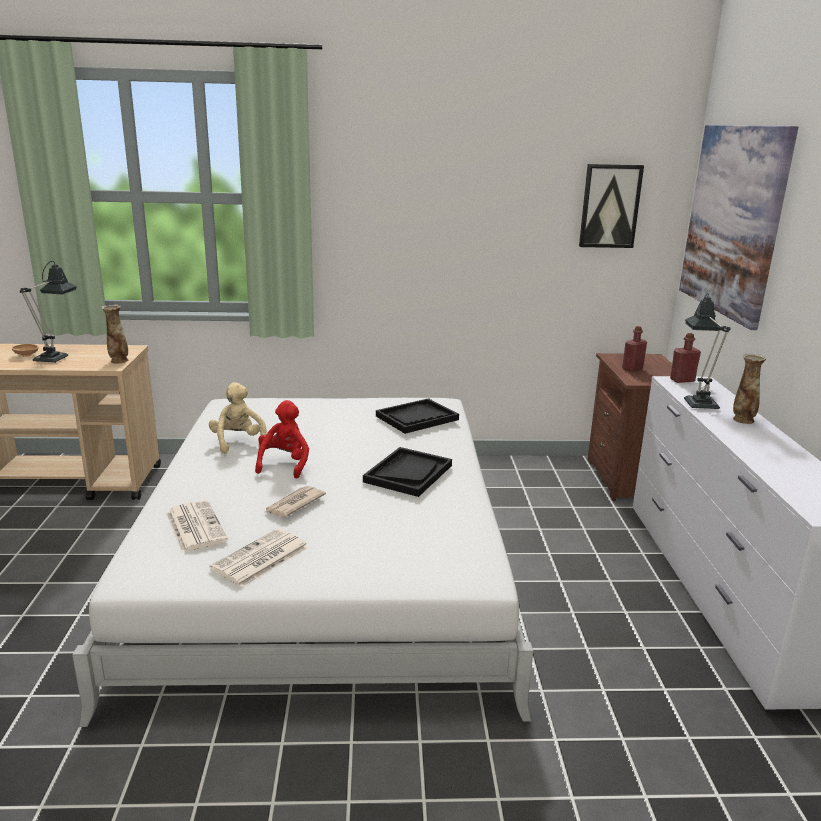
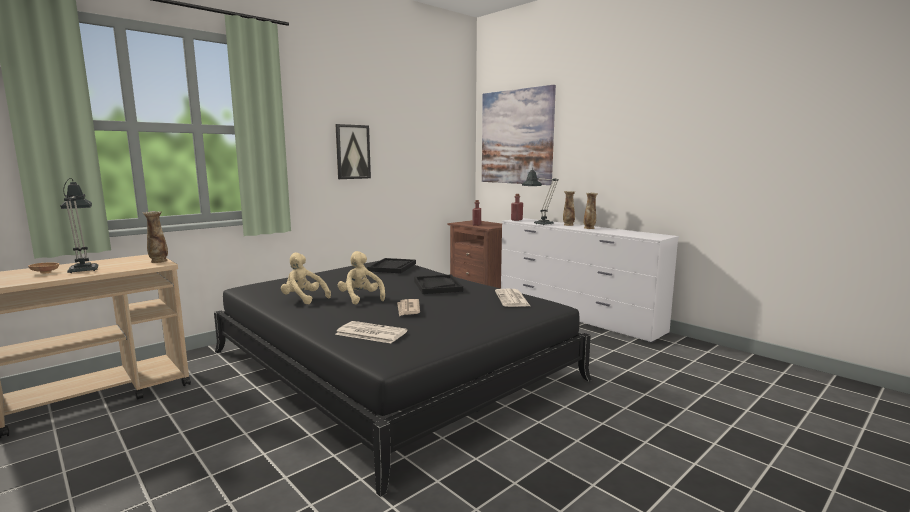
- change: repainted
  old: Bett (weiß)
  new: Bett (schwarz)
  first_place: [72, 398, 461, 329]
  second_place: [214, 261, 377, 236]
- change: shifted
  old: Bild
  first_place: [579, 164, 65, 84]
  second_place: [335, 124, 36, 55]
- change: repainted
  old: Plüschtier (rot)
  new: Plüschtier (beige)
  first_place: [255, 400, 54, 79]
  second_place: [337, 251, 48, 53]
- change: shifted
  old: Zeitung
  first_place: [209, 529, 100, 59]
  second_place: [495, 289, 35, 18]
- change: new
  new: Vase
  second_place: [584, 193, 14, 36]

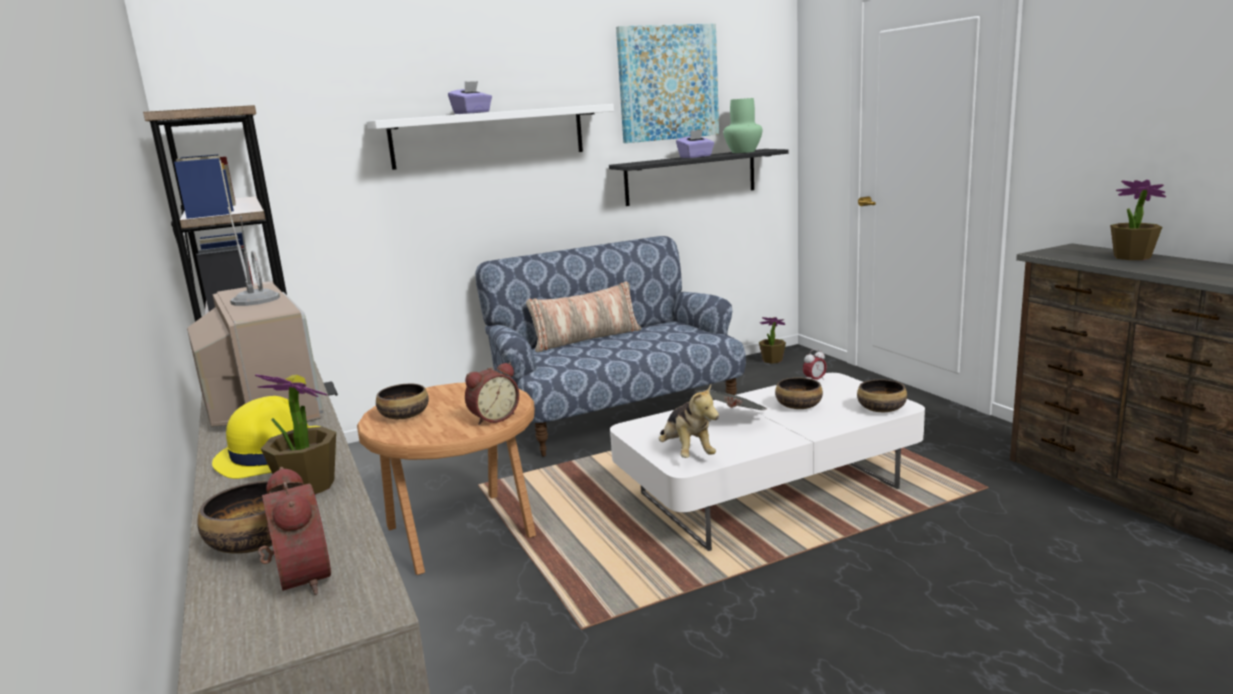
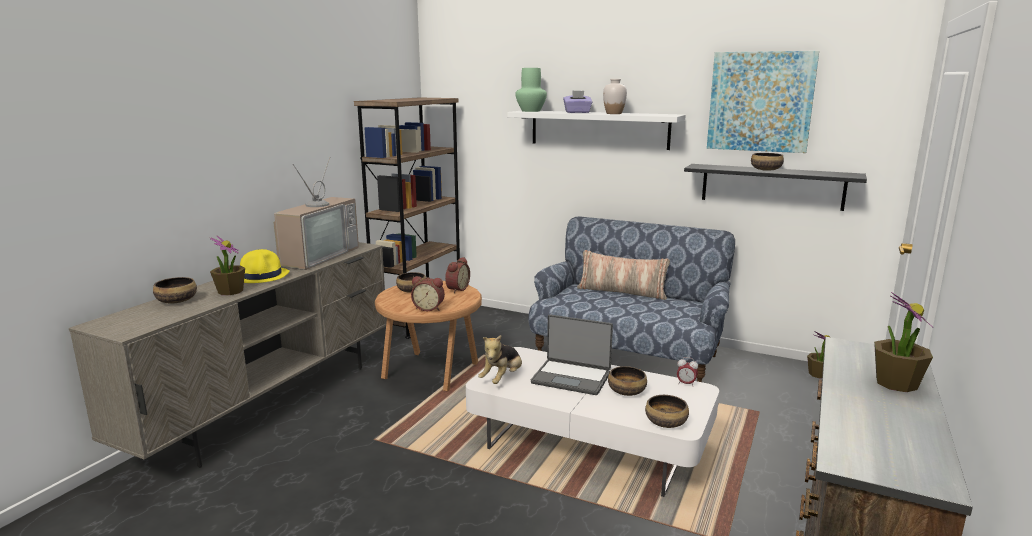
- change: shifted
  old: Wecker
  first_place: [258, 467, 73, 128]
  second_place: [445, 257, 25, 36]
- change: shifted
  old: Vase (grün)
  first_place: [723, 98, 39, 55]
  second_place: [515, 68, 32, 44]
- change: swapped
  old: Zeitung
  new: Laptop
  first_place: [696, 390, 71, 20]
  second_place: [531, 315, 82, 80]
- change: new
  new: Vase (weiß)
  second_place: [603, 79, 24, 35]
- change: swapped
  old: Taschentuchbox (lila)
  new: Schüssel
  first_place: [676, 130, 38, 28]
  second_place: [751, 153, 33, 18]

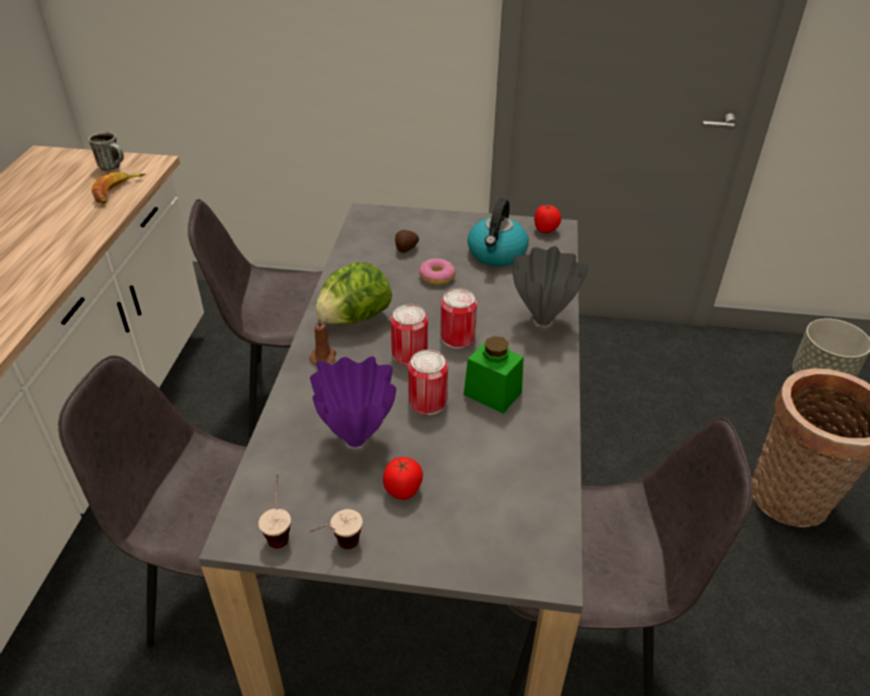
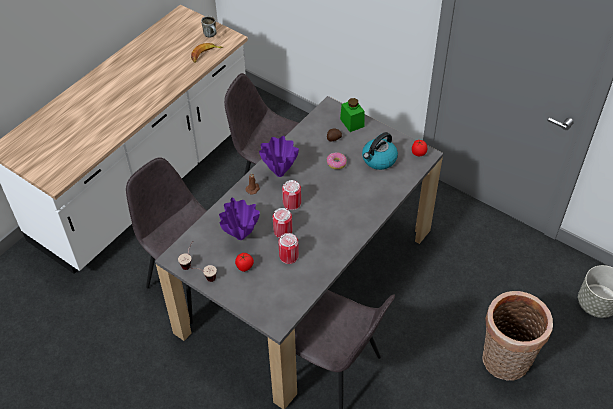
- change: swapped
  old: Salatkopf
  new: Vase (lila)
  first_place: [316, 262, 76, 63]
  second_place: [259, 136, 40, 41]
- change: shifted
  old: Dose
  first_place: [440, 289, 37, 60]
  second_place: [278, 233, 21, 31]
- change: shifted
  old: Vorratsglas (grün)
  first_place: [464, 336, 60, 78]
  second_place: [340, 98, 24, 34]
- change: gone
  old: Vase (grau)
  first_place: [512, 246, 77, 80]

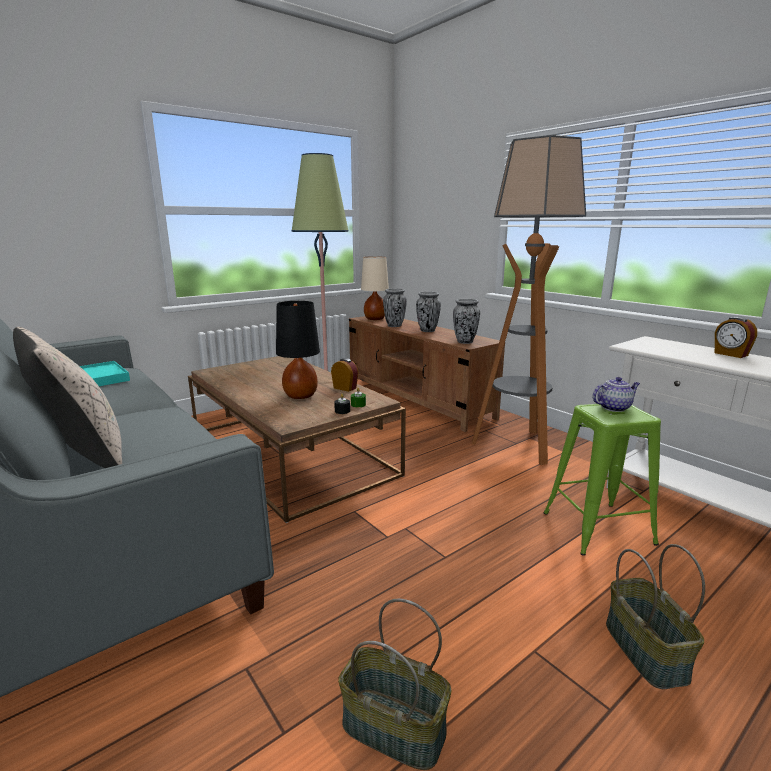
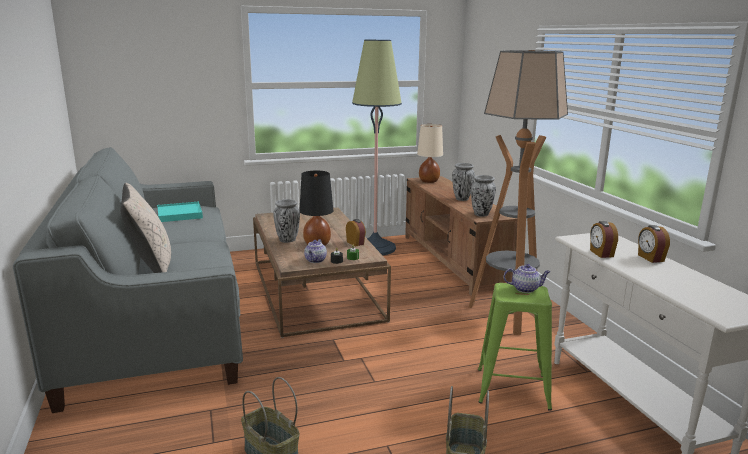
- change: shifted
  old: Vase
  first_place: [383, 288, 24, 39]
  second_place: [273, 199, 27, 44]
- change: new
  new: Teekanne
  second_place: [304, 239, 23, 24]
- change: new
  new: Wecker
  second_place: [590, 221, 28, 37]

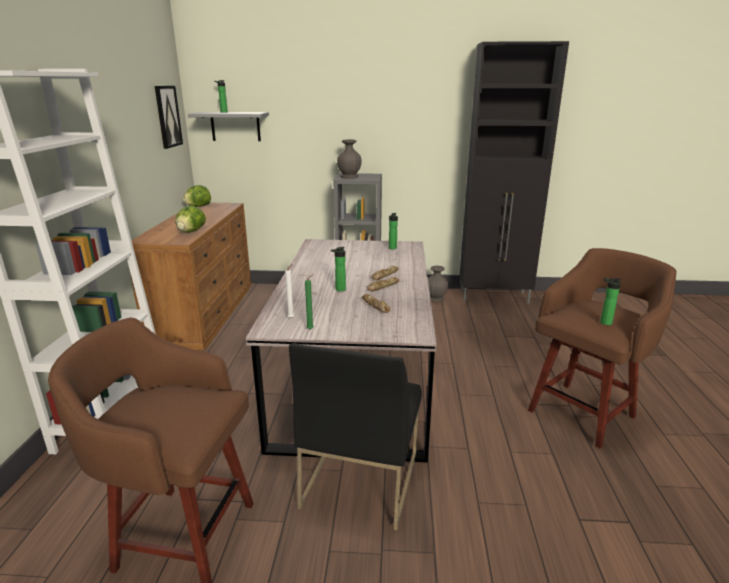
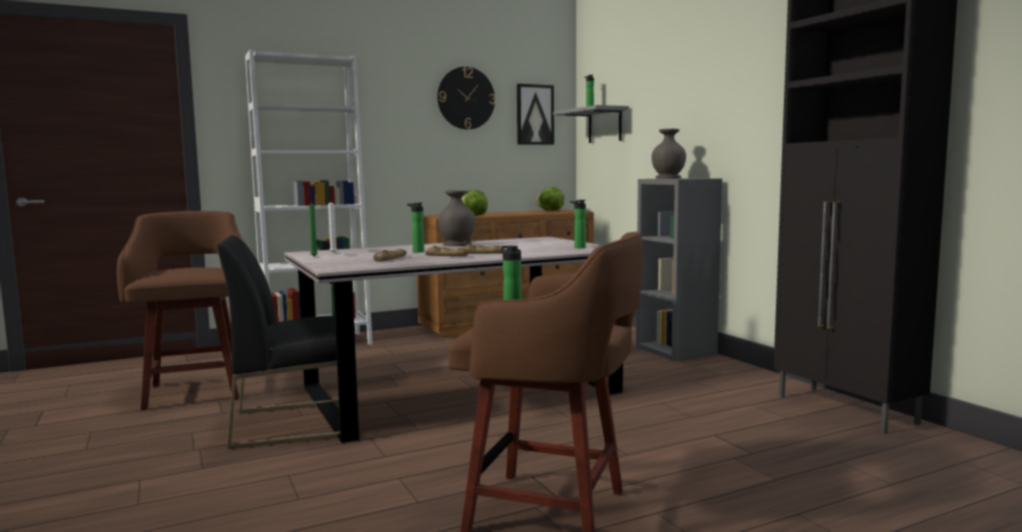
- change: new
  new: Wanduhr
  second_place: [437, 67, 58, 62]
- change: shifted
  old: Vase (grau)
  first_place: [428, 266, 20, 36]
  second_place: [438, 190, 38, 56]

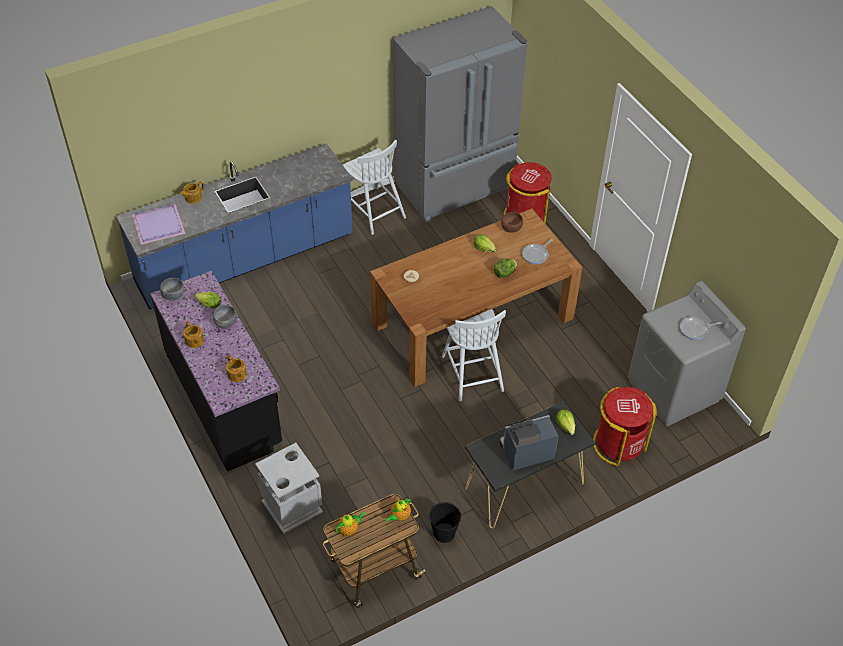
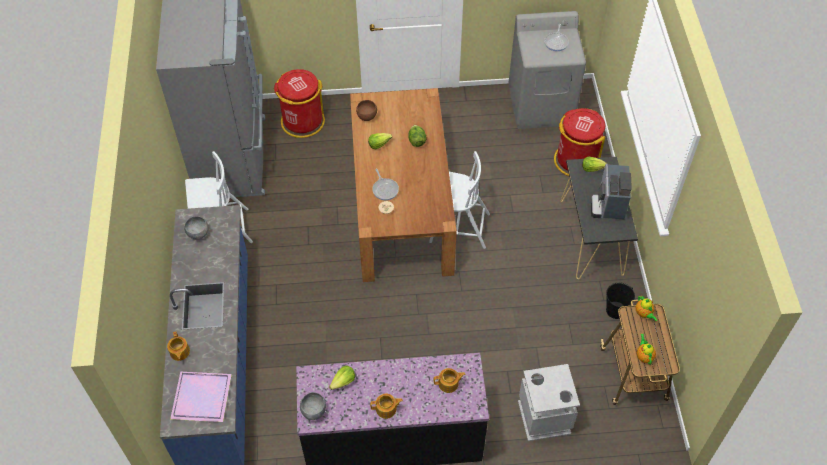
- change: shifted
  old: Schüssel (grau)
  first_place: [213, 305, 24, 24]
  second_place: [184, 216, 25, 24]
- change: shifted
  old: Pfanne
  first_place: [522, 239, 31, 25]
  second_place: [372, 169, 27, 31]

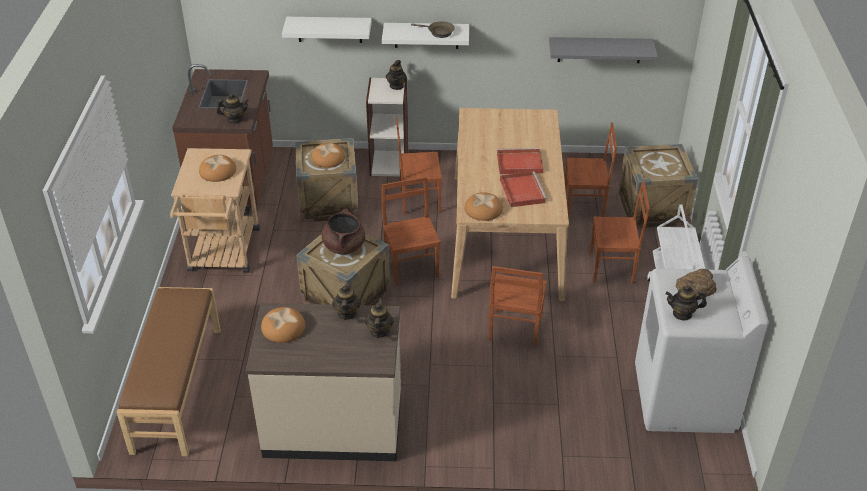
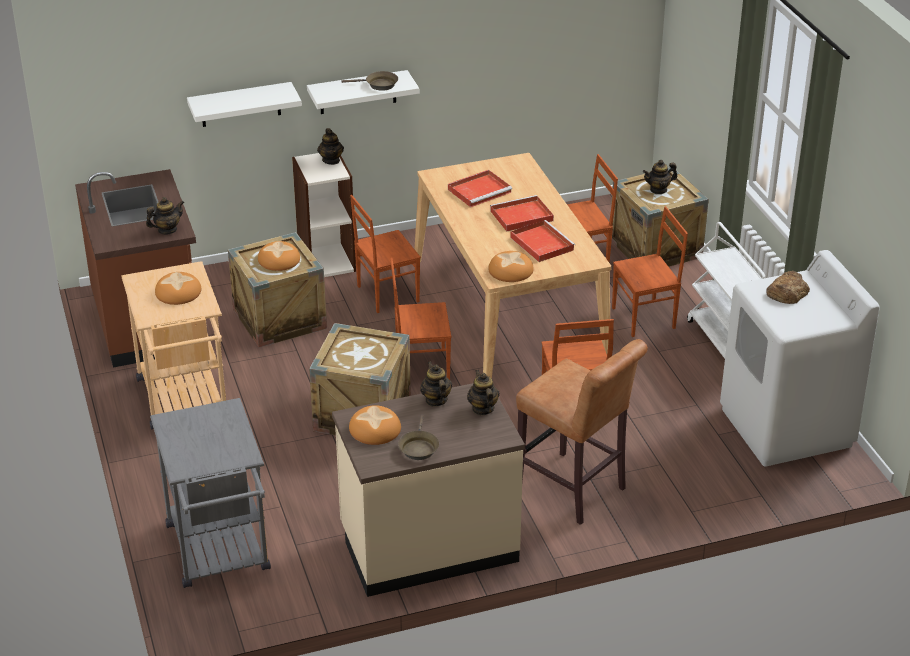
- change: swapped
  old: Bank (braun)
  new: Rollwagen (grau)
  first_place: [117, 287, 104, 169]
  second_place: [150, 398, 121, 190]
- change: rotated
  old: Stuhl (braun)
  first_place: [382, 177, 59, 109]
  second_place: [390, 258, 61, 122]
  degrees: -60
- change: new
  new: Pfanne (braun)
  second_place: [398, 415, 41, 45]
- change: new
  new: Tablett (rot)
  second_place: [448, 170, 64, 37]
- change: new
  new: Hocker (braun)
  second_place: [516, 339, 132, 186]
- change: shifted
  old: Teekanne
  first_place: [666, 285, 41, 35]
  second_place: [643, 160, 34, 34]
- change: gone
  old: Kochtopf (braun)
  first_place: [321, 208, 44, 46]
- change: gone
  old: Wandregal (grau)
  first_place: [549, 37, 109, 26]

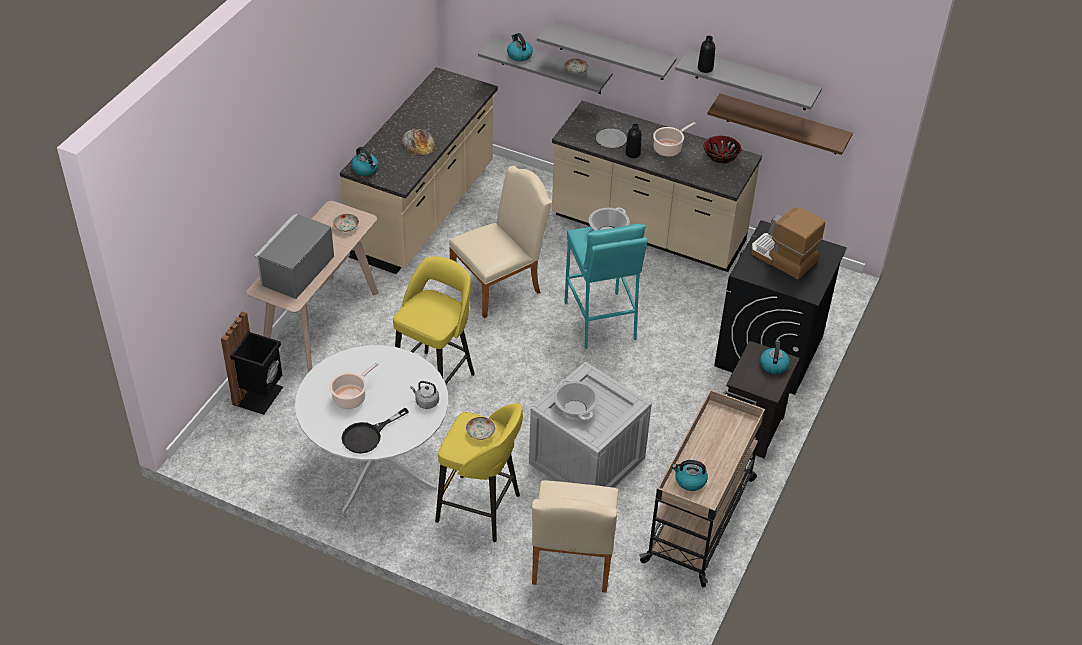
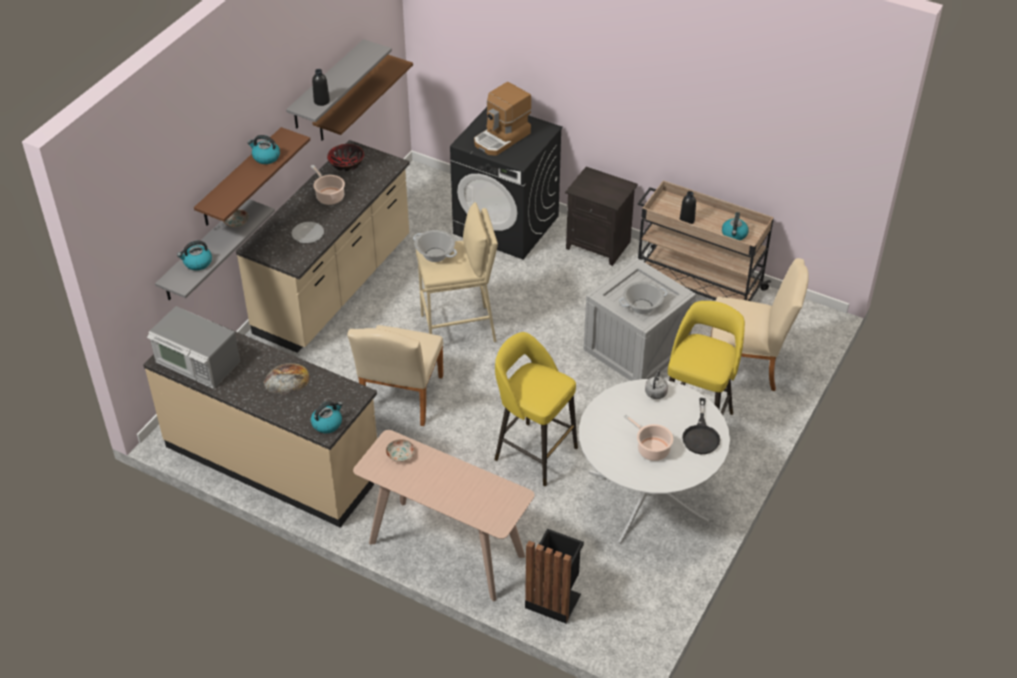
- change: shifted
  old: Mikrowelle
  first_place: [254, 214, 80, 85]
  second_place: [147, 306, 93, 83]
- change: repainted
  old: Wandregal (grau)
  new: Wandregal (braun)
  first_place: [537, 21, 139, 59]
  second_place: [194, 127, 116, 99]
- change: shifted
  old: Wasserkessel
  first_place: [760, 340, 30, 34]
  second_place: [247, 135, 33, 29]
- change: rotated
  old: Stuhl (beige)
  first_place: [449, 166, 103, 152]
  second_place: [347, 325, 97, 101]
  degrees: -135
- change: repainted
  old: Hocker (türkis)
  new: Hocker (beige)
  first_place: [564, 224, 84, 125]
  second_place: [416, 202, 82, 140]
- change: shifted
  old: Flasche (schwarz)
  first_place: [625, 123, 17, 35]
  second_place: [680, 191, 16, 33]
- change: rotated
  old: Pfanne (schwarz)
  first_place: [342, 408, 67, 46]
  second_place: [682, 398, 38, 56]
  degrees: 45
- change: gone
  old: Teller
  first_place: [466, 417, 30, 23]

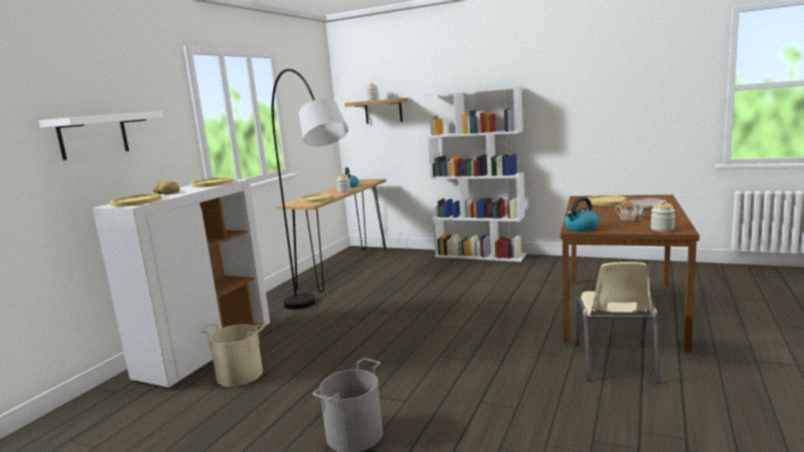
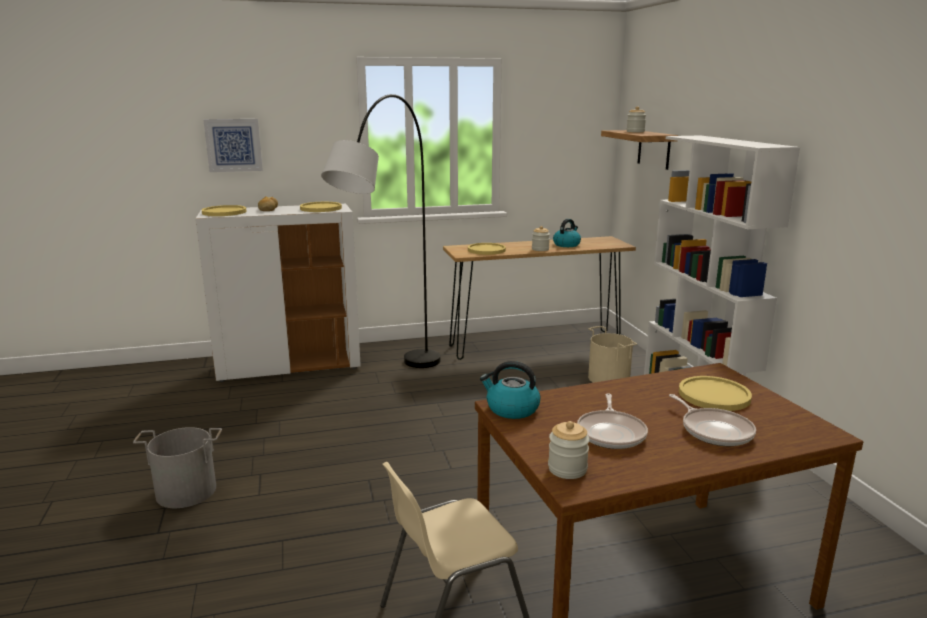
- change: swapped
  old: Wandregal (weiß)
  new: Bild
  first_place: [39, 111, 124, 49]
  second_place: [203, 119, 60, 53]
- change: swapped
  old: Teekanne
  new: Pfanne
  first_place: [615, 197, 31, 24]
  second_place: [577, 393, 71, 56]
- change: shifted
  old: Eimer (beige)
  first_place: [200, 324, 65, 63]
  second_place: [588, 326, 49, 57]

